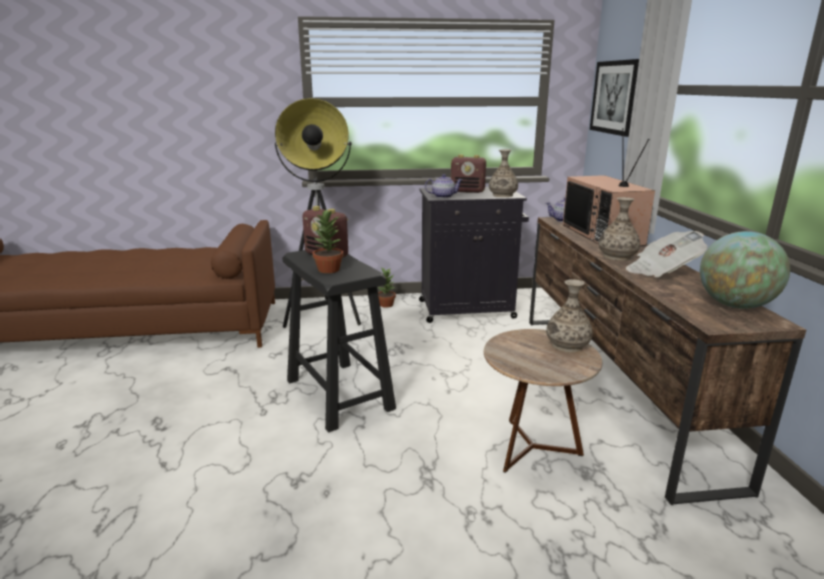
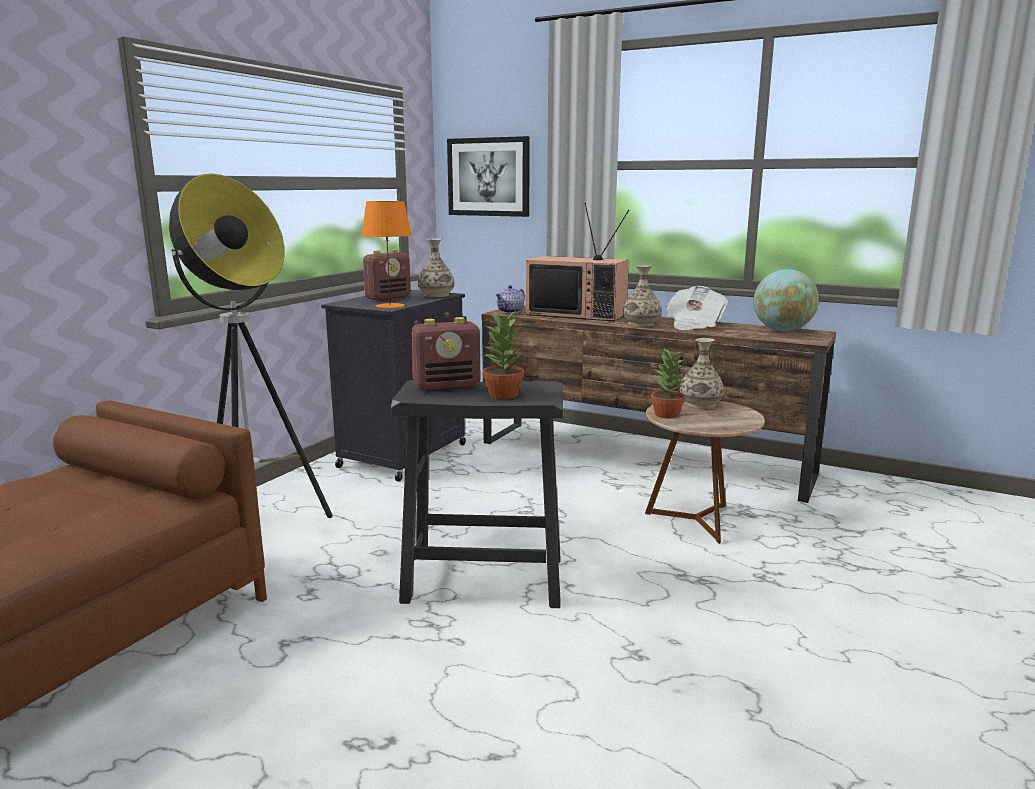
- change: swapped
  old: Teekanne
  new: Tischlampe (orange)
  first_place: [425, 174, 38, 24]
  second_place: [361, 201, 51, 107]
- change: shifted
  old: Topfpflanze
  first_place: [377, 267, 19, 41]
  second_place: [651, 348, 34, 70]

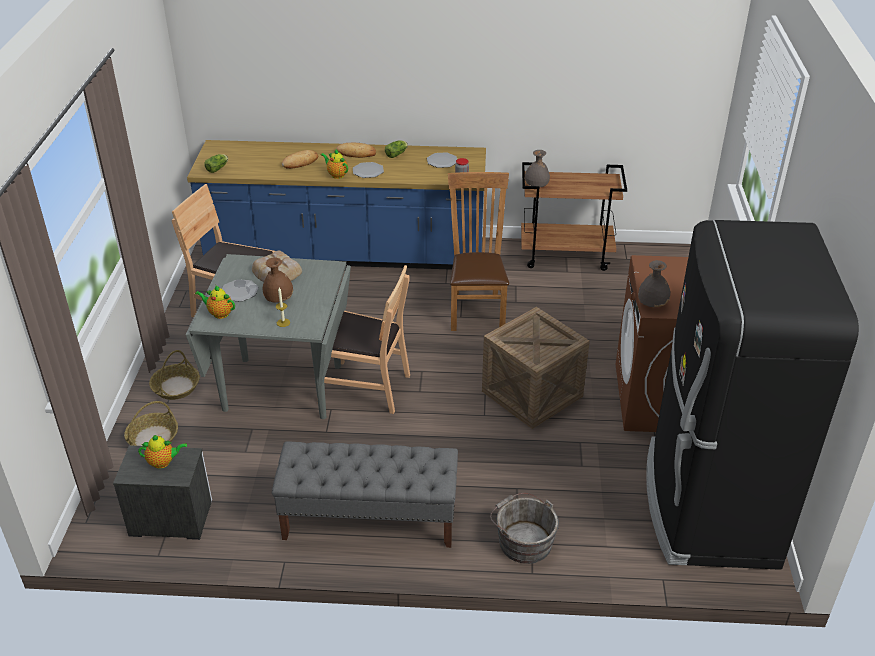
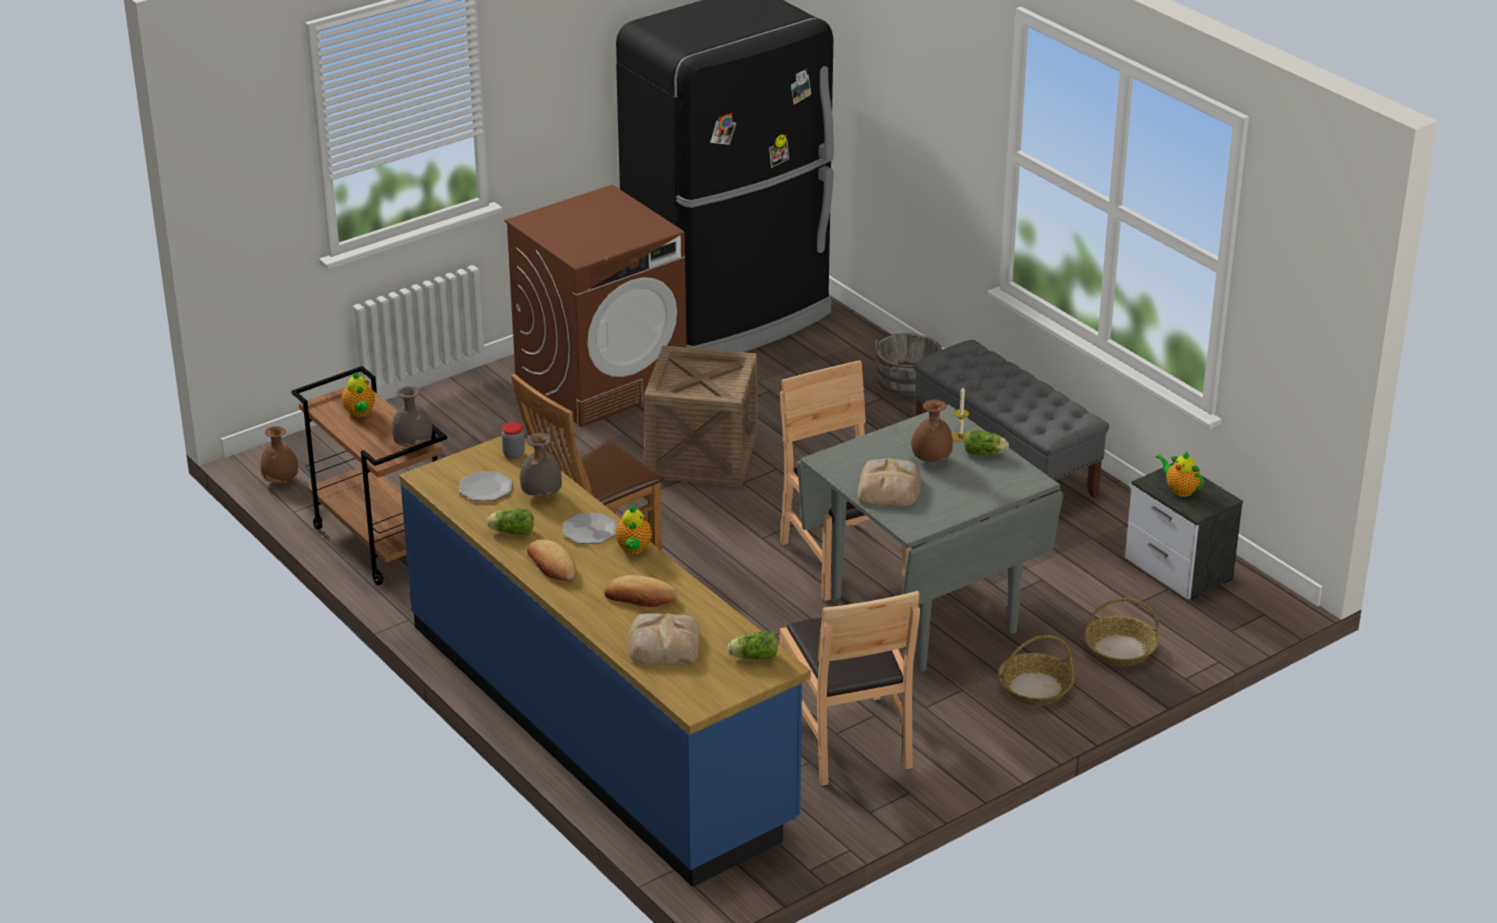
- change: new
  new: Vase (braun)
  second_place: [261, 426, 37, 57]
- change: shifted
  old: Teekanne
  first_place: [195, 285, 40, 34]
  second_place: [342, 372, 33, 45]
- change: shifted
  old: Vase (grau)
  first_place: [638, 260, 32, 47]
  second_place: [520, 433, 42, 64]
- change: new
  new: Brot
  second_place: [626, 613, 74, 52]
- change: new
  new: Salatkopf
  second_place: [965, 430, 44, 25]
- change: gone
  old: Teller
  first_place: [222, 279, 37, 22]

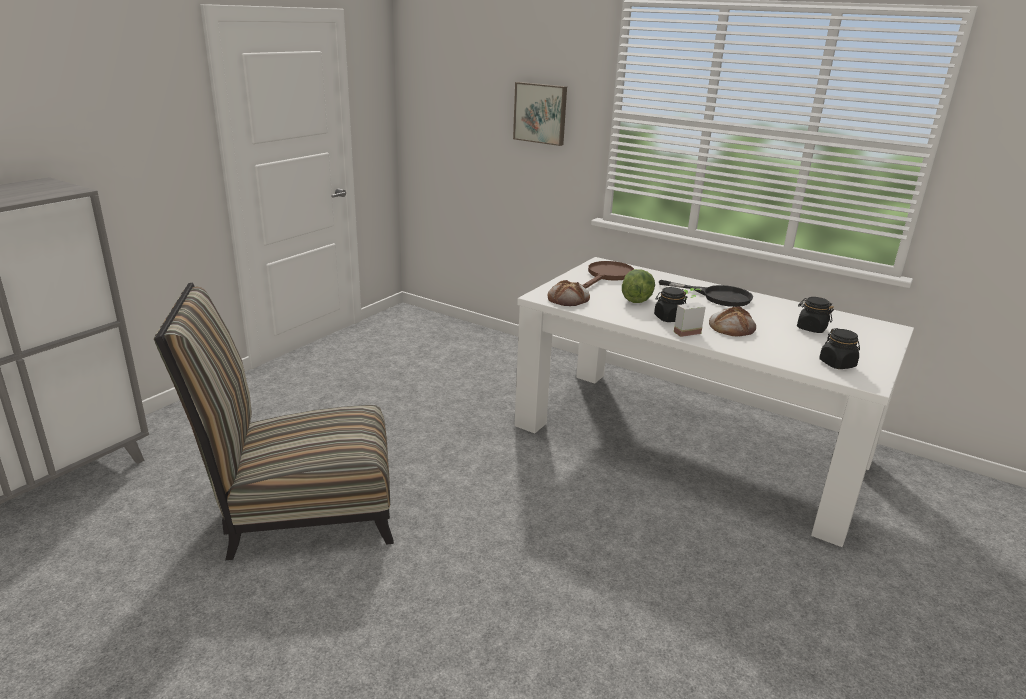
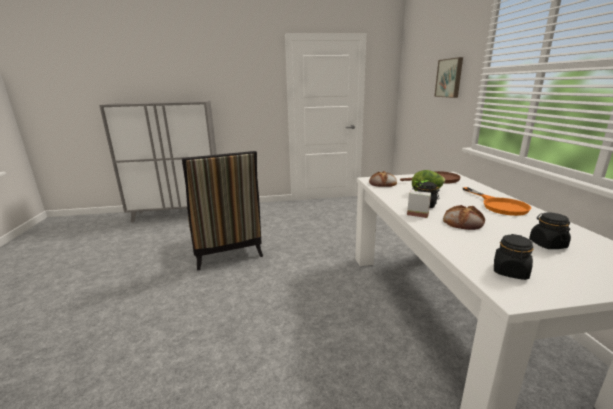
- change: rotated
  old: Stuhl
  first_place: [154, 283, 240, 277]
  second_place: [182, 151, 81, 120]
  degrees: -150
- change: repainted
  old: Pfanne (schwarz)
  new: Pfanne (orange)
  first_place: [659, 280, 94, 27]
  second_place: [463, 187, 68, 29]

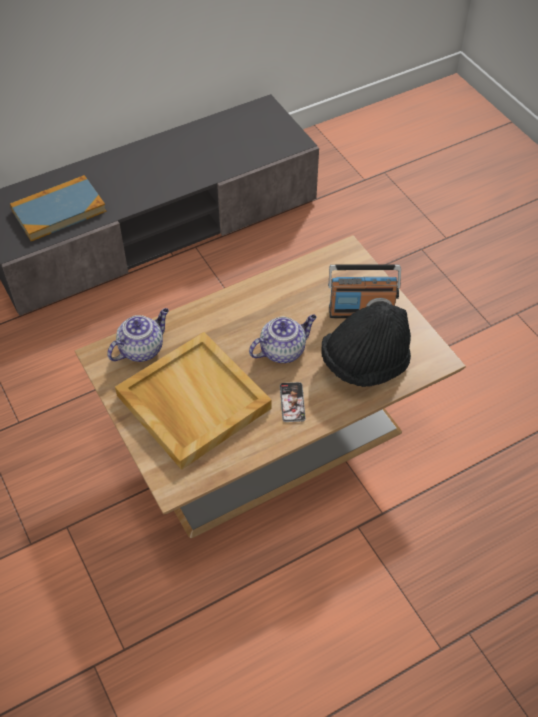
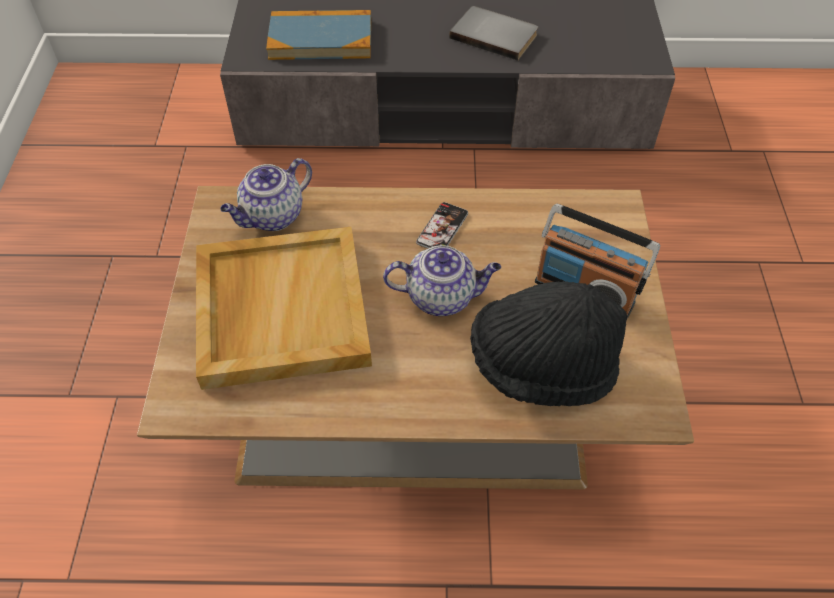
- change: rotated
  old: Teekanne
  first_place: [107, 308, 62, 54]
  second_place: [220, 158, 92, 73]
  degrees: 150
- change: shifted
  old: Handy
  first_place: [280, 382, 26, 40]
  second_place: [416, 202, 52, 47]
- change: new
  new: Buch (grau)
  second_place: [449, 6, 89, 55]

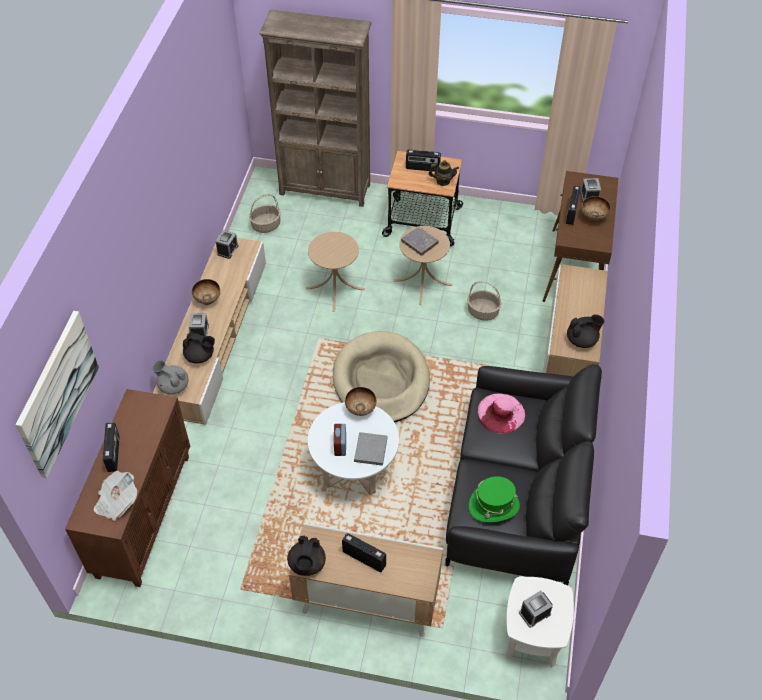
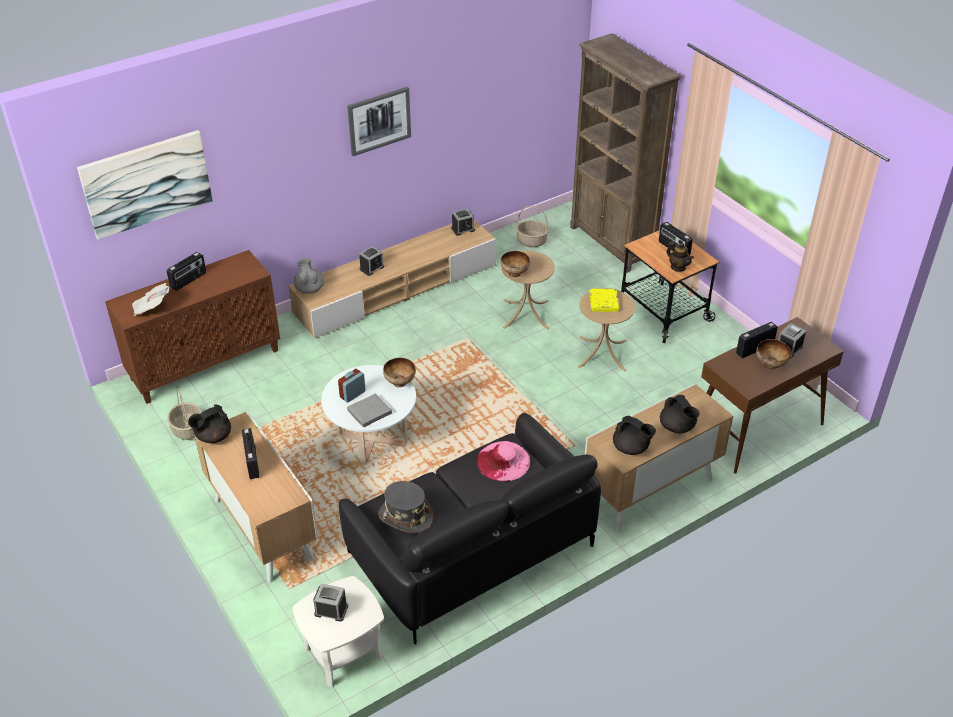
- change: shifted
  old: Korb
  first_place: [467, 281, 34, 39]
  second_place: [167, 389, 35, 51]
- change: new
  new: Bild
  second_place: [347, 87, 64, 69]
- change: repainted
  old: Hut (grün)
  new: Hut (grau)
  first_place: [469, 476, 51, 47]
  second_place: [378, 481, 55, 52]
- change: shifted
  old: Schüssel
  first_place: [192, 279, 28, 26]
  second_place: [501, 251, 29, 26]
- change: repainted
  old: Buch (grau)
  new: Buch (gelb)
  first_place: [401, 226, 38, 30]
  second_place: [589, 289, 30, 23]
- change: shifted
  old: Teekanne (schwarz)
  first_place: [183, 332, 32, 31]
  second_place: [660, 395, 40, 38]
- change: gone
  old: Hundebett (beige)
  first_place: [333, 331, 97, 91]

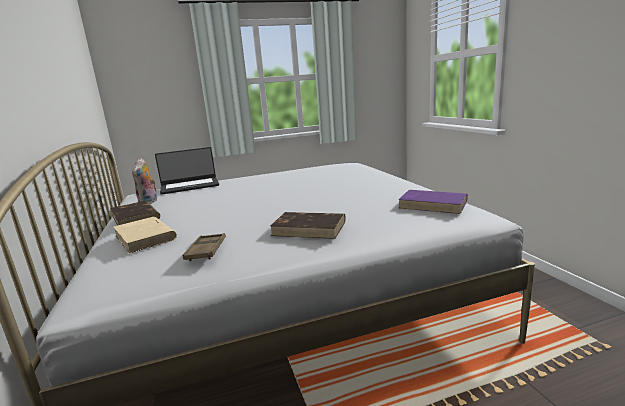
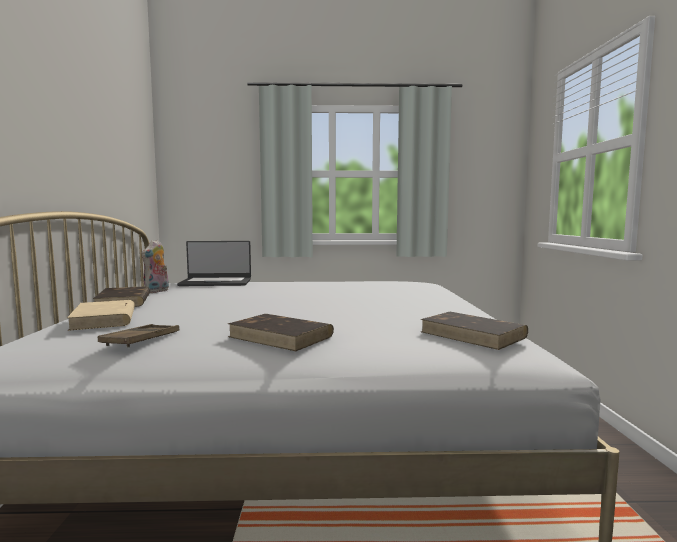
- change: repainted
  old: Buch (lila)
  new: Buch (braun)
  first_place: [398, 190, 70, 24]
  second_place: [421, 312, 107, 38]

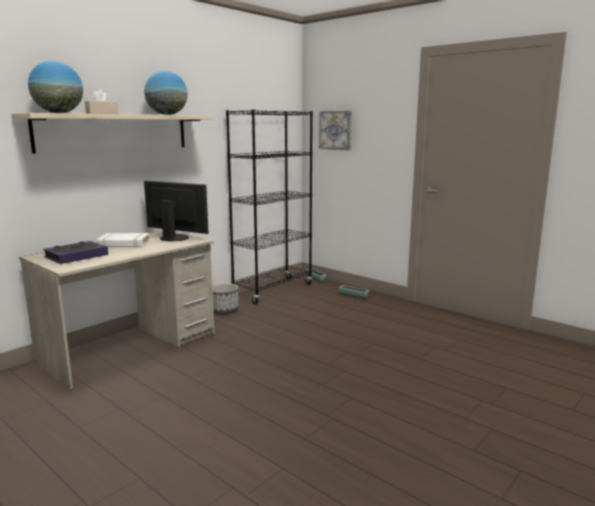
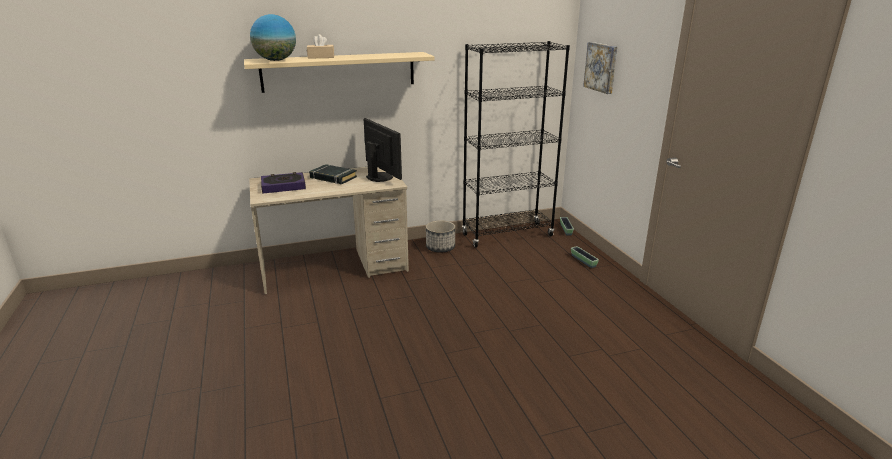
- change: repainted
  old: Buch (weiß)
  new: Buch (schwarz)
  first_place: [97, 233, 53, 15]
  second_place: [309, 164, 48, 20]
- change: gone
  old: Globus
  first_place: [144, 71, 44, 44]

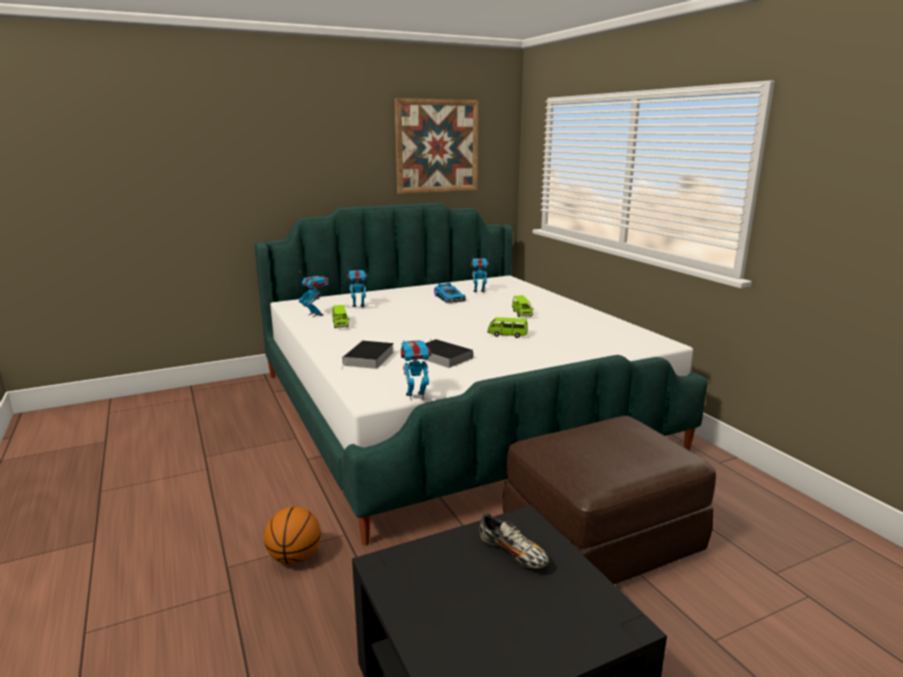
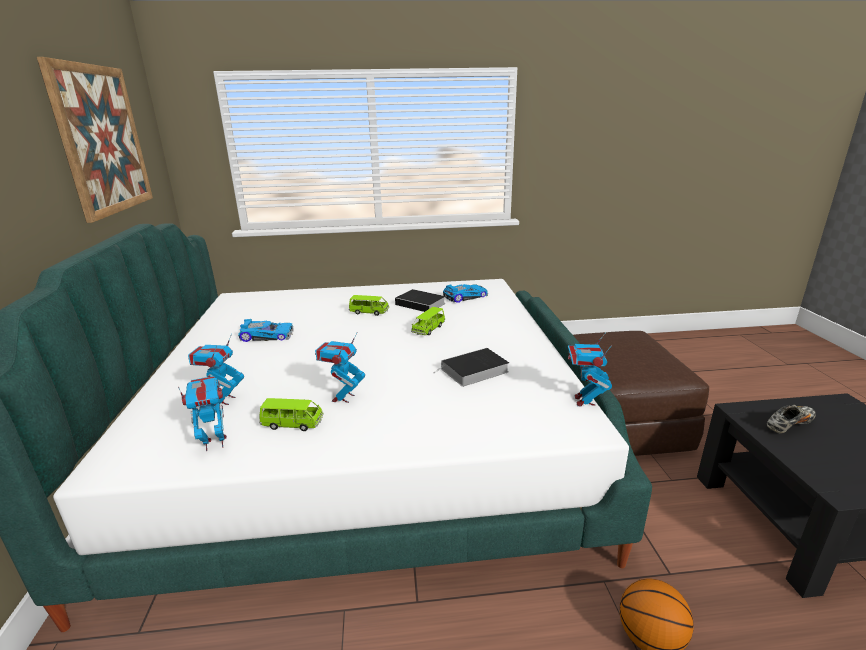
- change: shifted
  old: Spielzeugroboter
  first_place: [471, 255, 18, 39]
  second_place: [315, 332, 50, 71]
- change: shifted
  old: Buch
  first_place: [341, 341, 53, 28]
  second_place: [395, 289, 51, 23]
- change: new
  new: Spielzeugauto
  second_place: [443, 284, 45, 19]

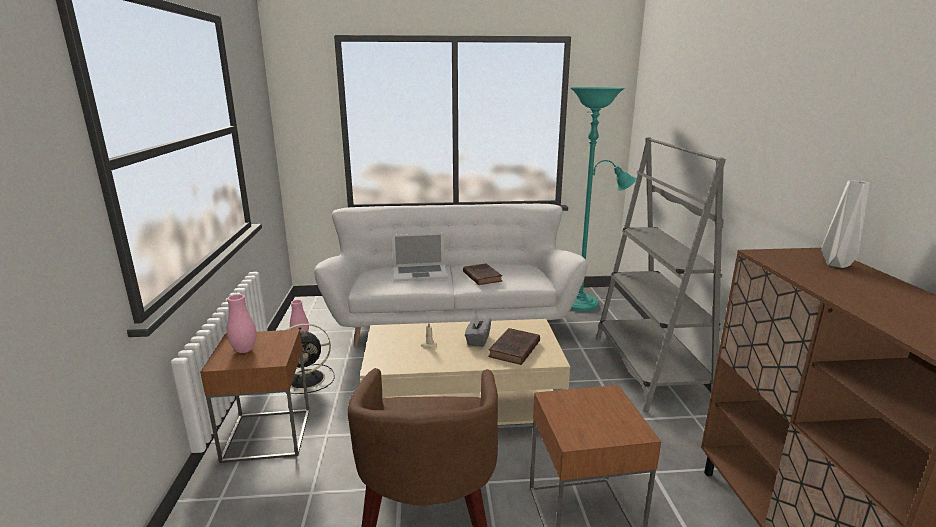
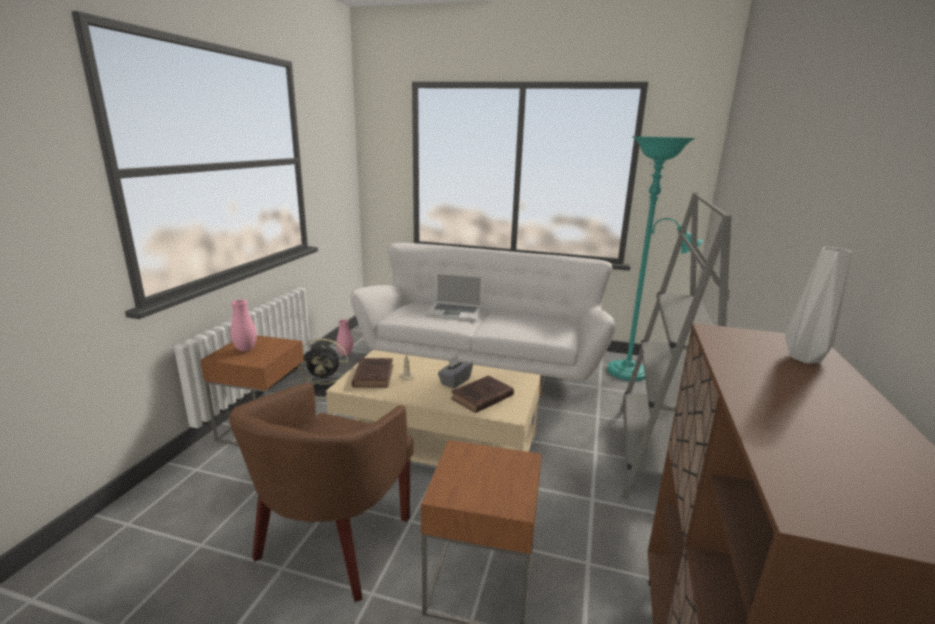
- change: shifted
  old: Buch (braun)
  first_place: [463, 263, 39, 22]
  second_place: [352, 358, 41, 30]

